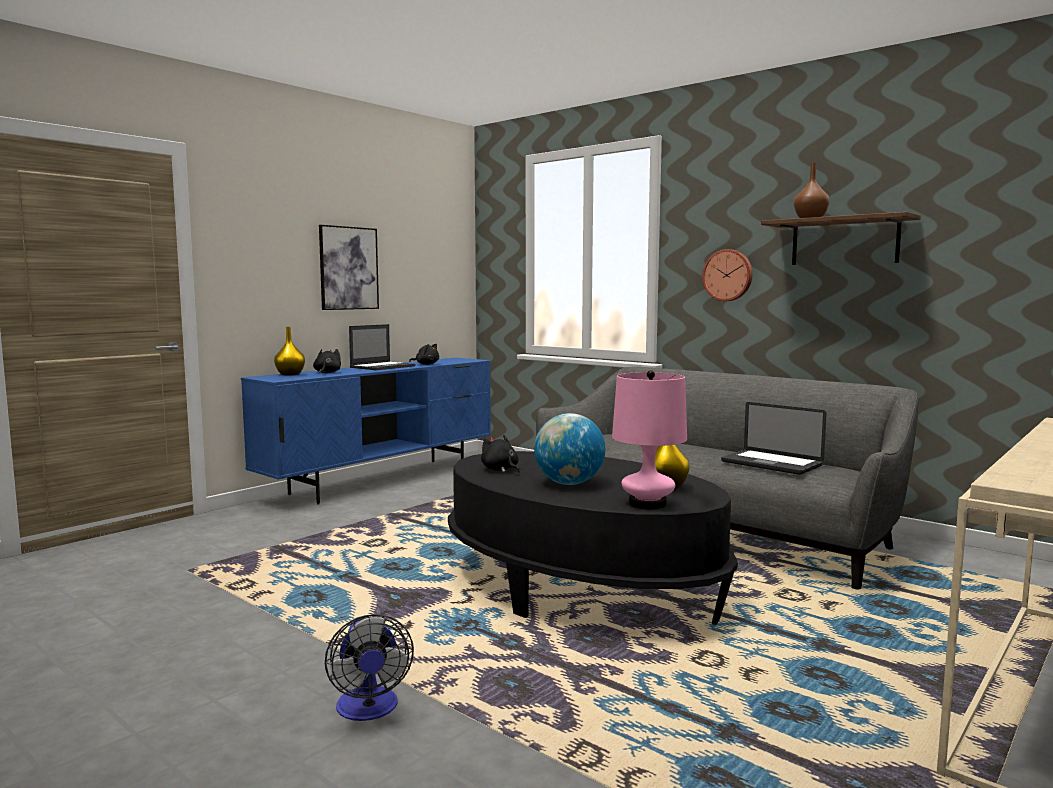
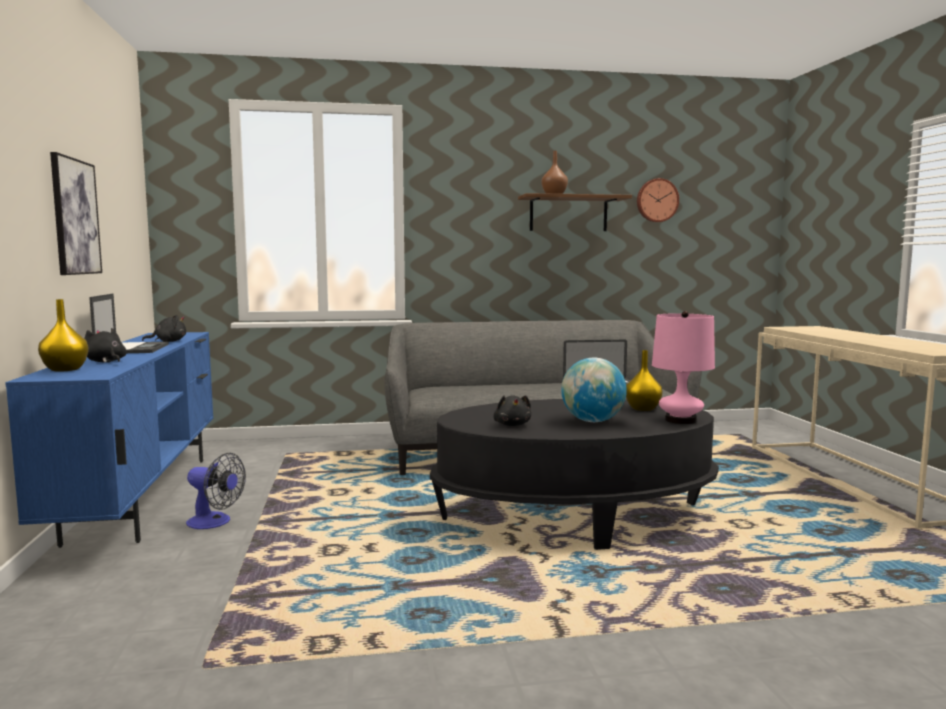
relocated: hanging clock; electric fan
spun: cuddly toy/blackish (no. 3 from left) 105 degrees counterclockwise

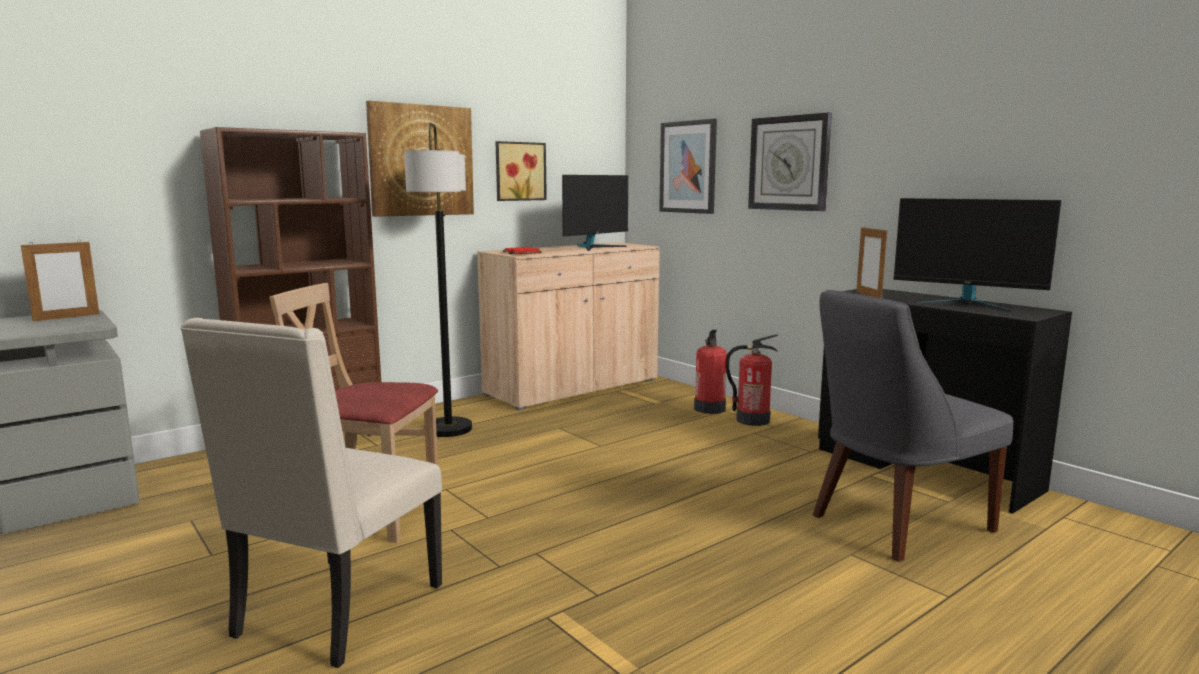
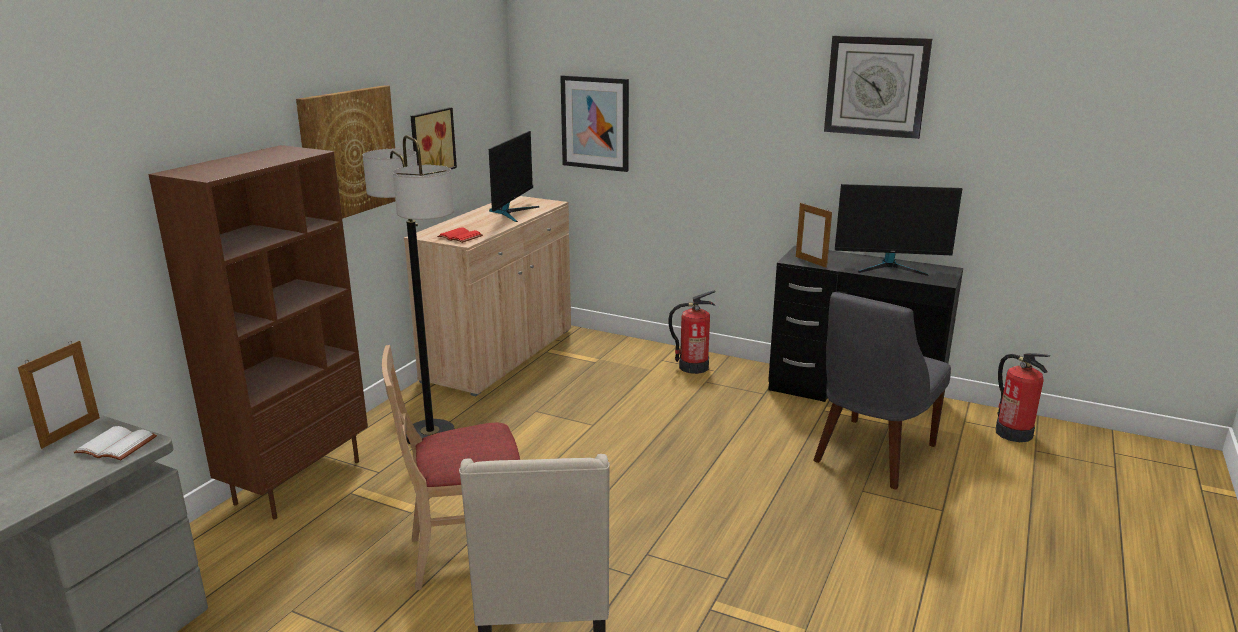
appeared: bound book/white
relocated: hanging clock; extinguisher (no. 1 from left in the first image) to extinguisher (no. 2 from left)

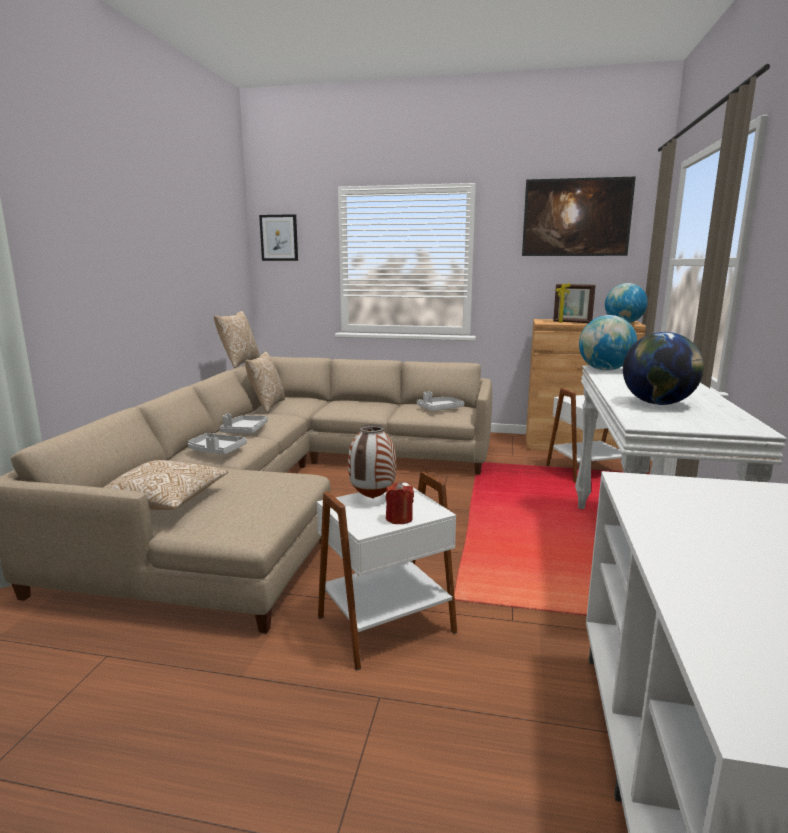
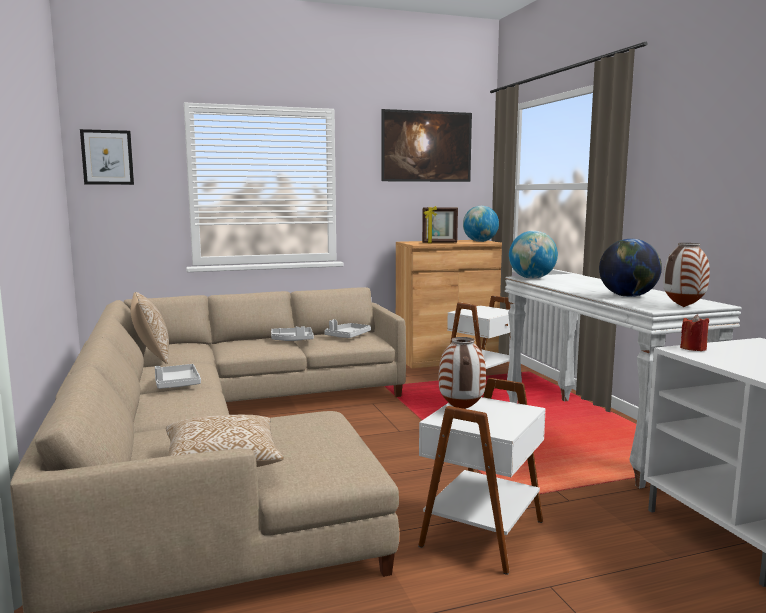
missing: throw pillow (no. 2 from left)
appeared: decorative vase (no. 2 from left)
relocated: carrying tray/gray (no. 1 from left in the first image) to carrying tray/gray (no. 2 from left); wax light/red-coloured

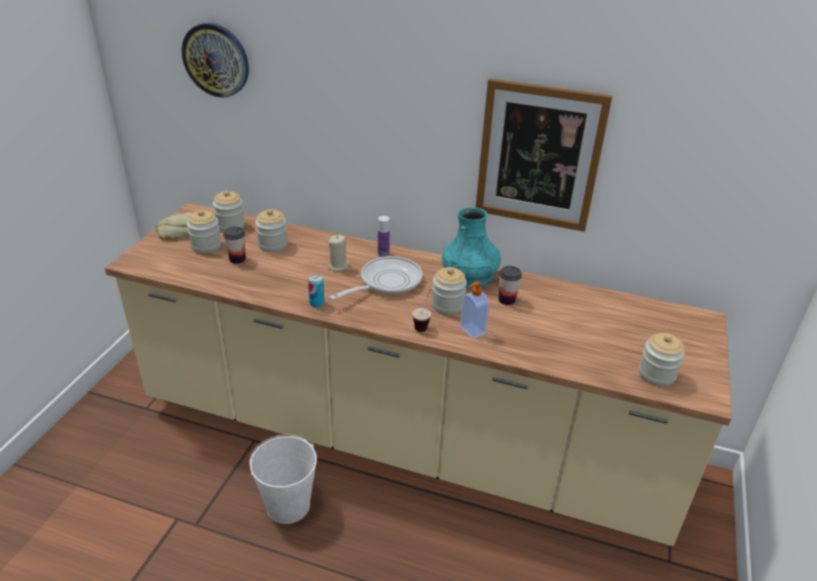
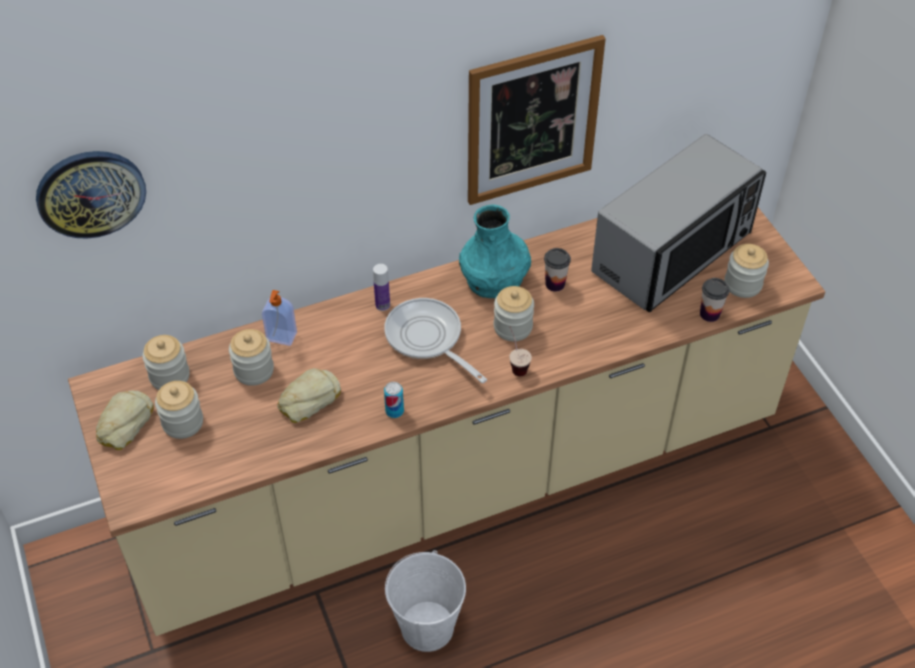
missing: wax light/beige
appeared: microwave; baked bread (no. 2 from left)
relocated: drinking cup (no. 1 from left in the first image) to drinking cup (no. 3 from left); soap bottle
spun: pan 45 degrees counterclockwise

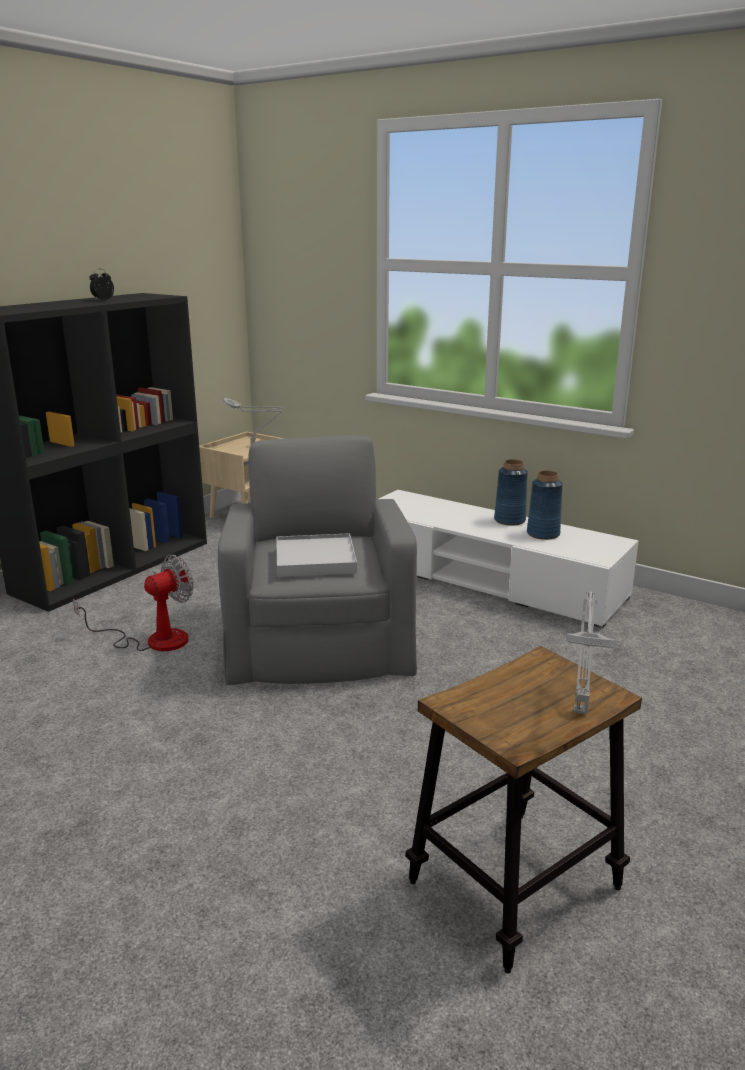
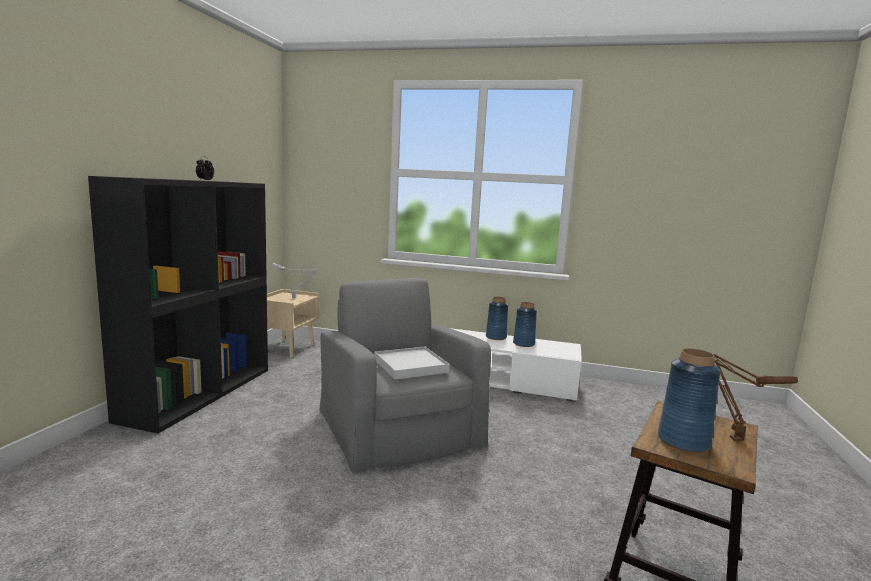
missing: electric fan
appeared: decorative vase/bluish (no. 3 from left)
colour: table lamp/gray (no. 2 from left) to table lamp/brown

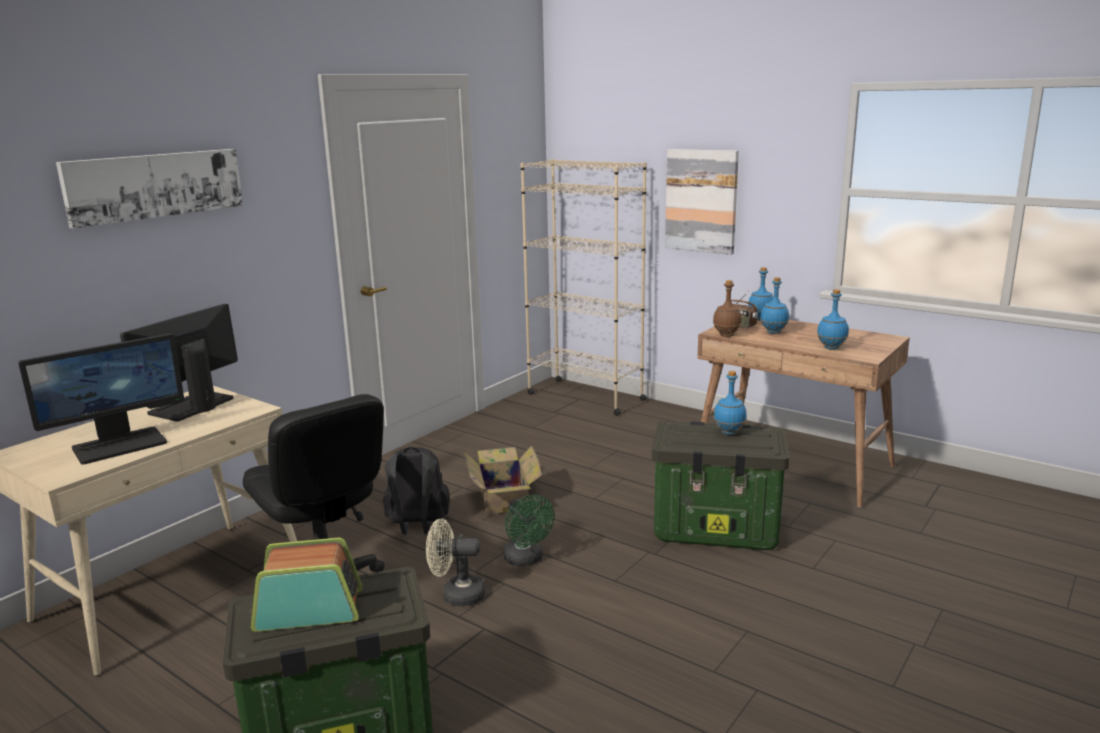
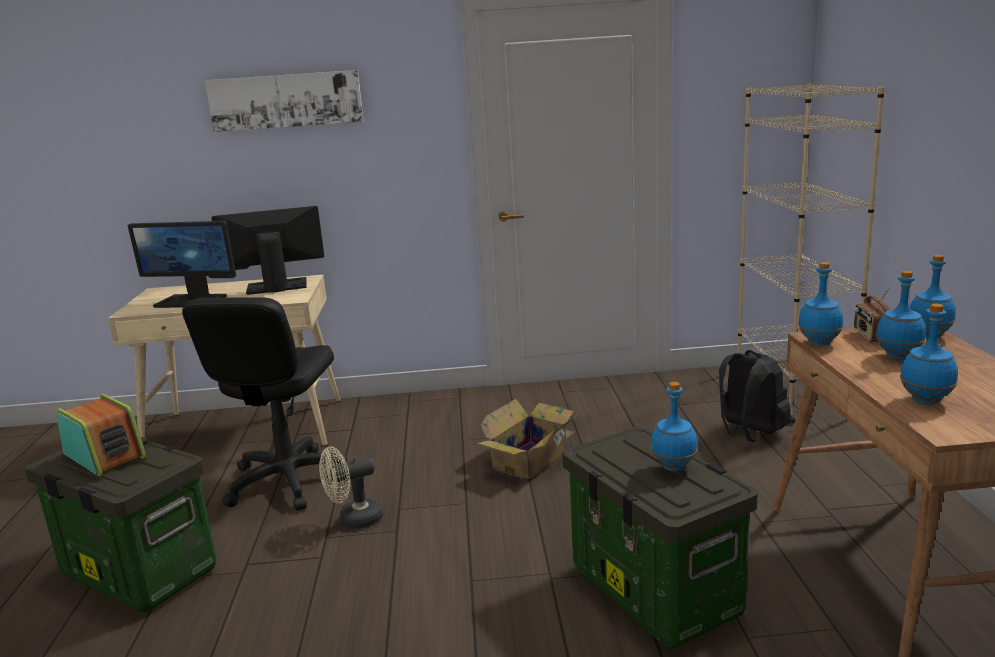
missing: wall art (no. 2 from left); electric fan/green
relocated: knapsack/blackish
colour: drink bottle/brown to drink bottle/bluish (no. 2 from left)
spun: electric fan/beige 75 degrees counterclockwise

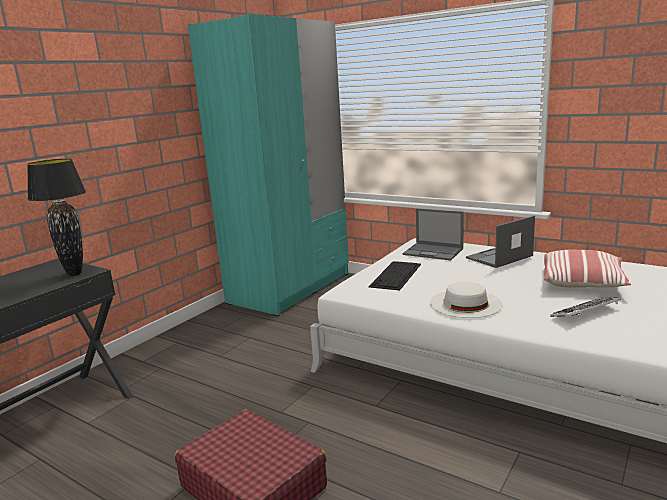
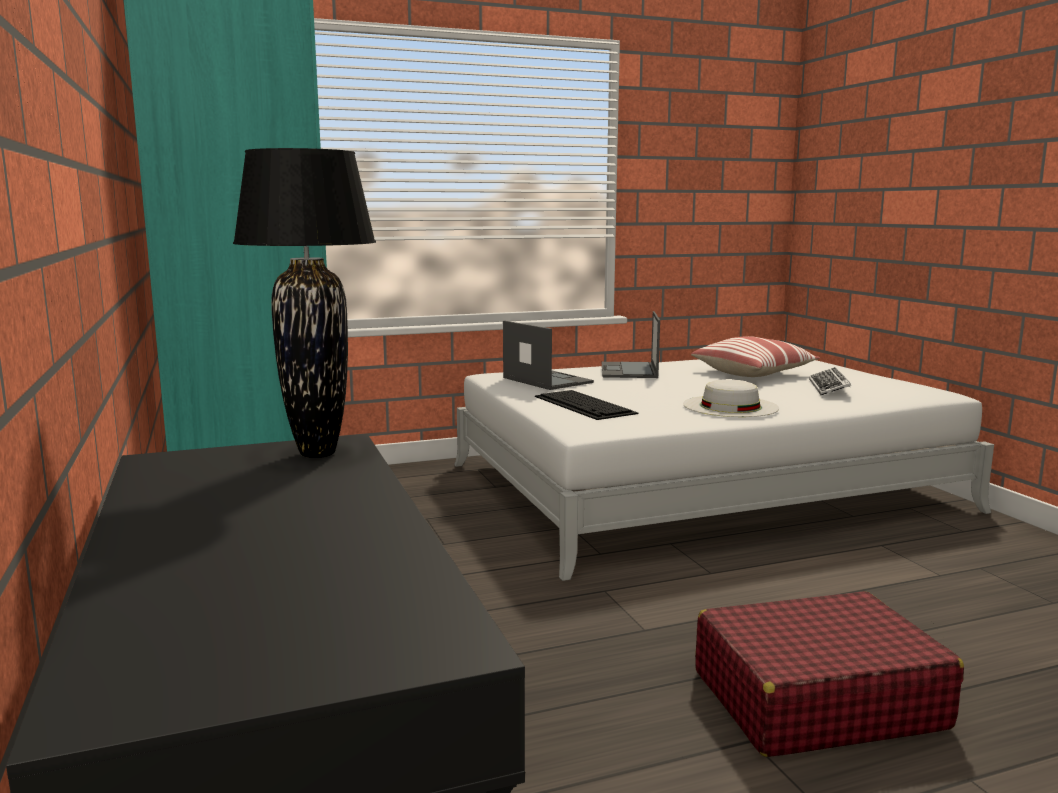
spun: portable computer (no. 1 from left) 105 degrees counterclockwise

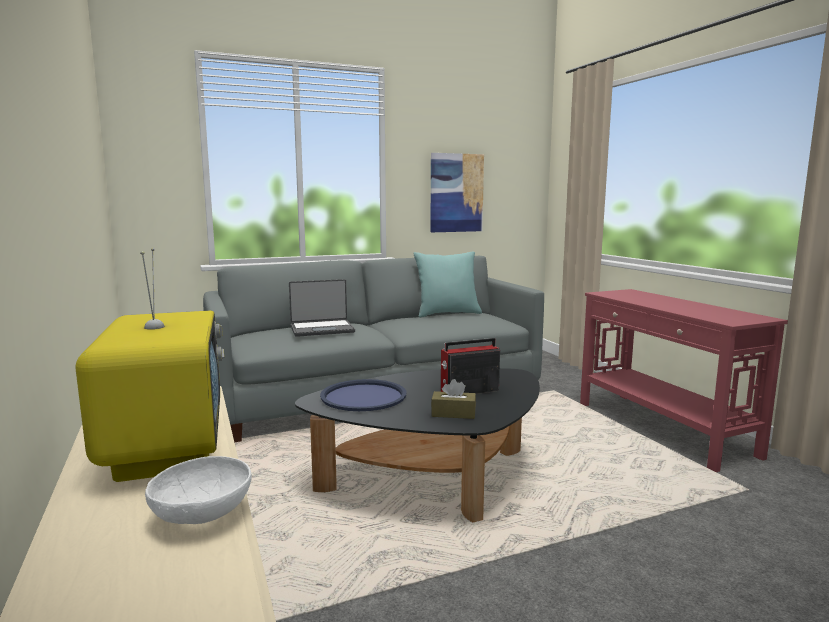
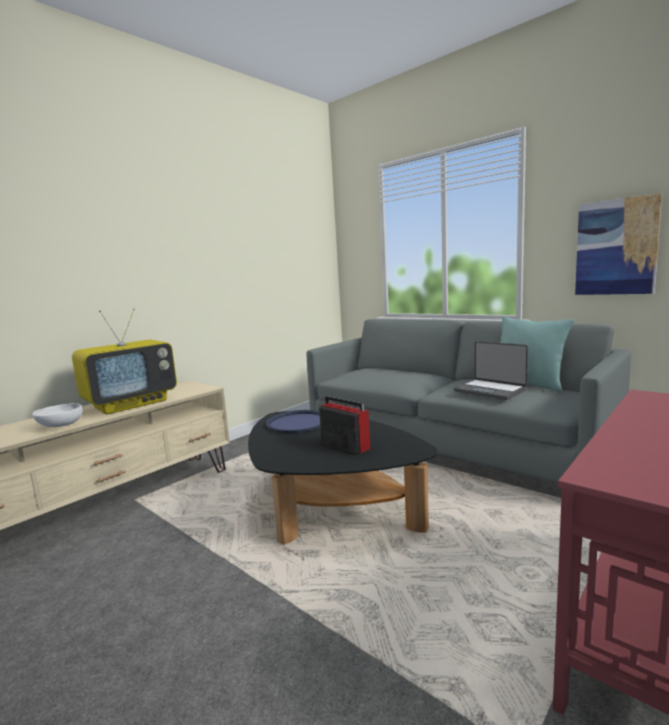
missing: tissue holder/brown
relocated: portable computer

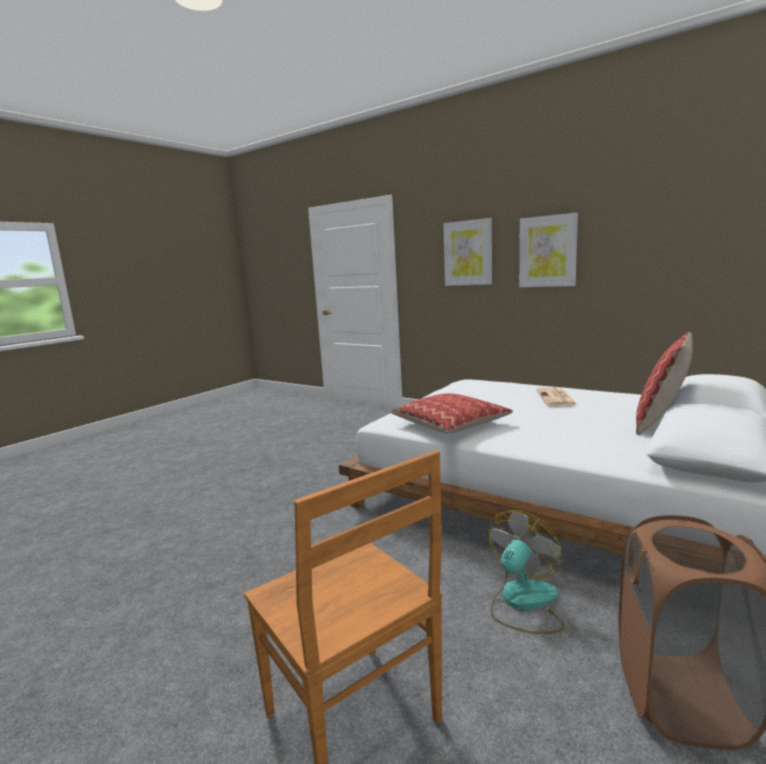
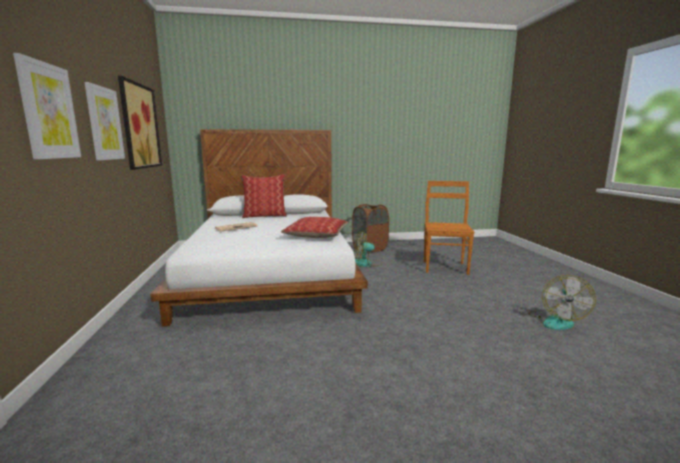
appeared: wall art (no. 3 from left); electric fan (no. 2 from left)

